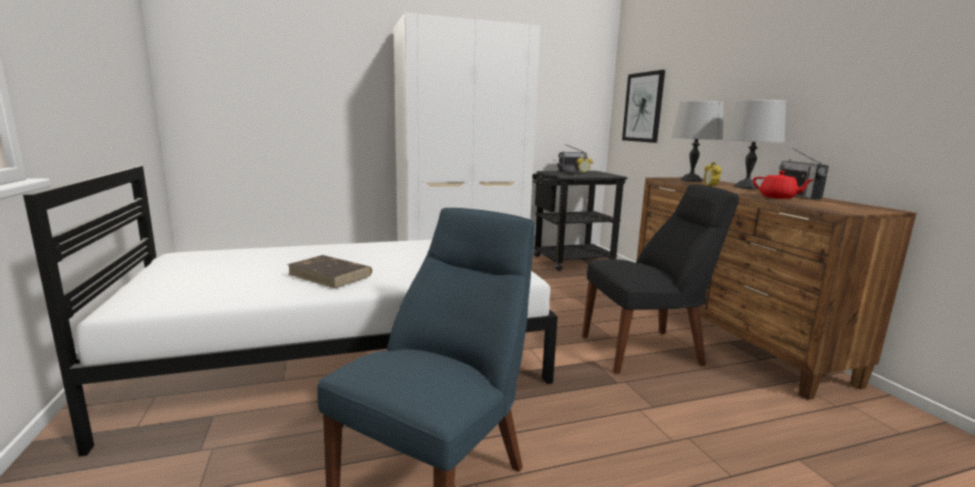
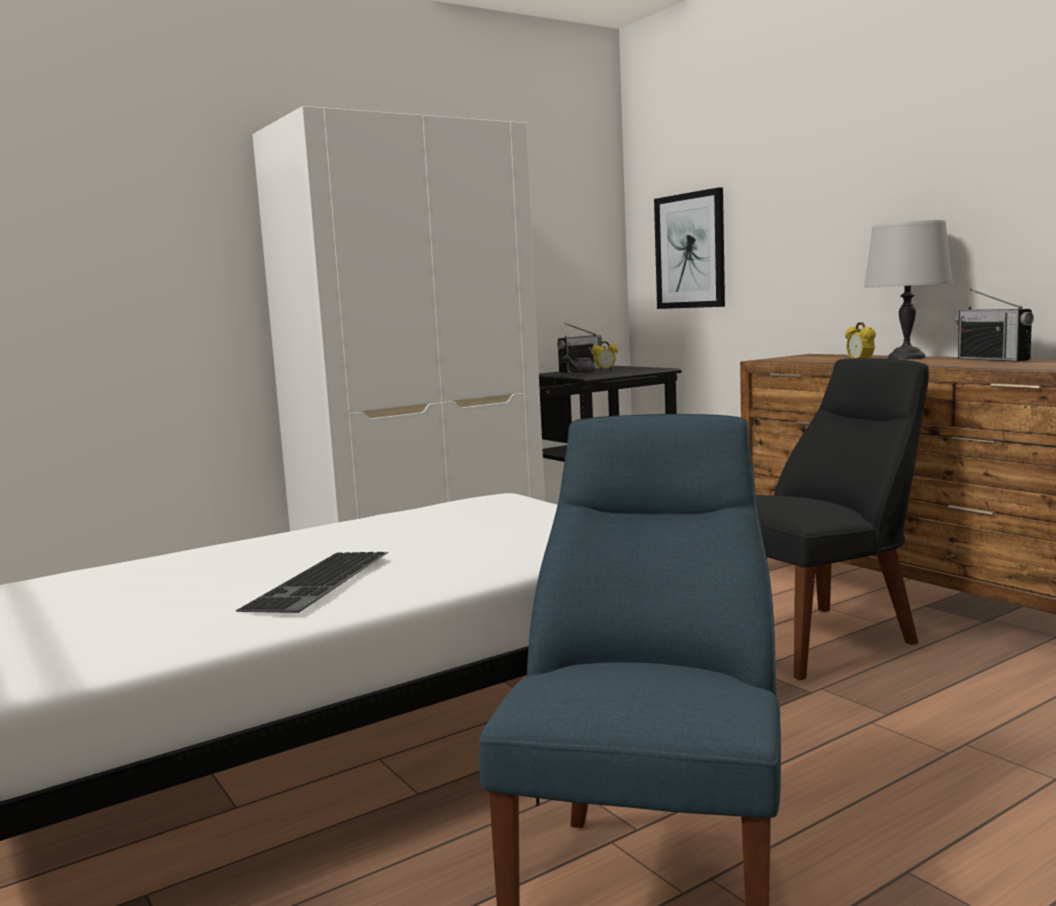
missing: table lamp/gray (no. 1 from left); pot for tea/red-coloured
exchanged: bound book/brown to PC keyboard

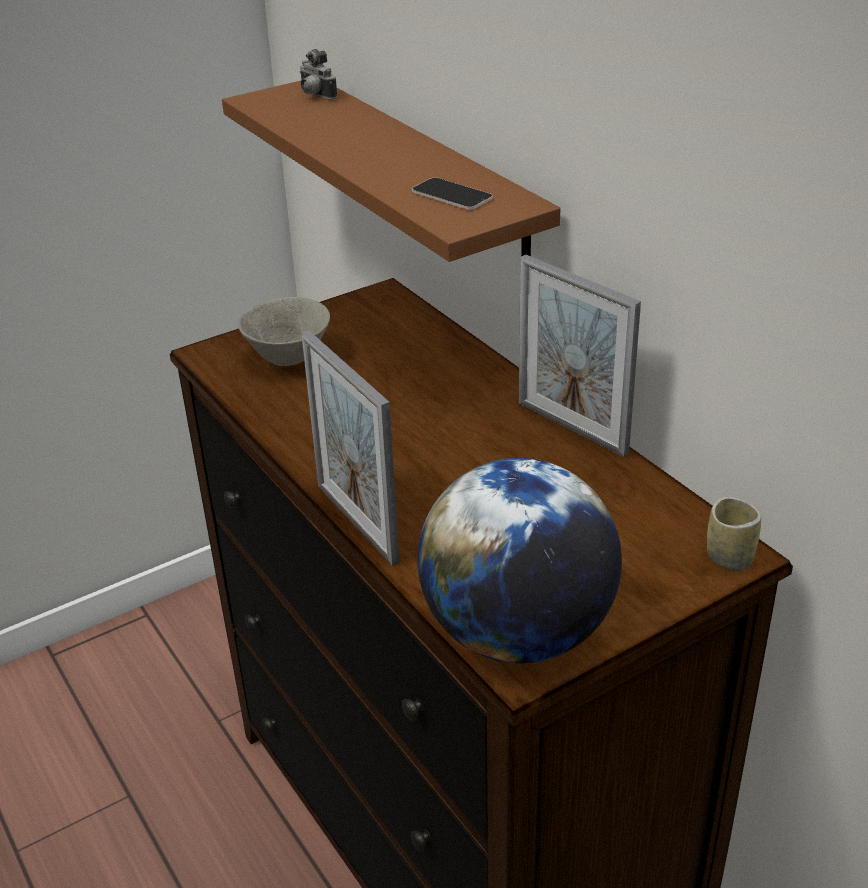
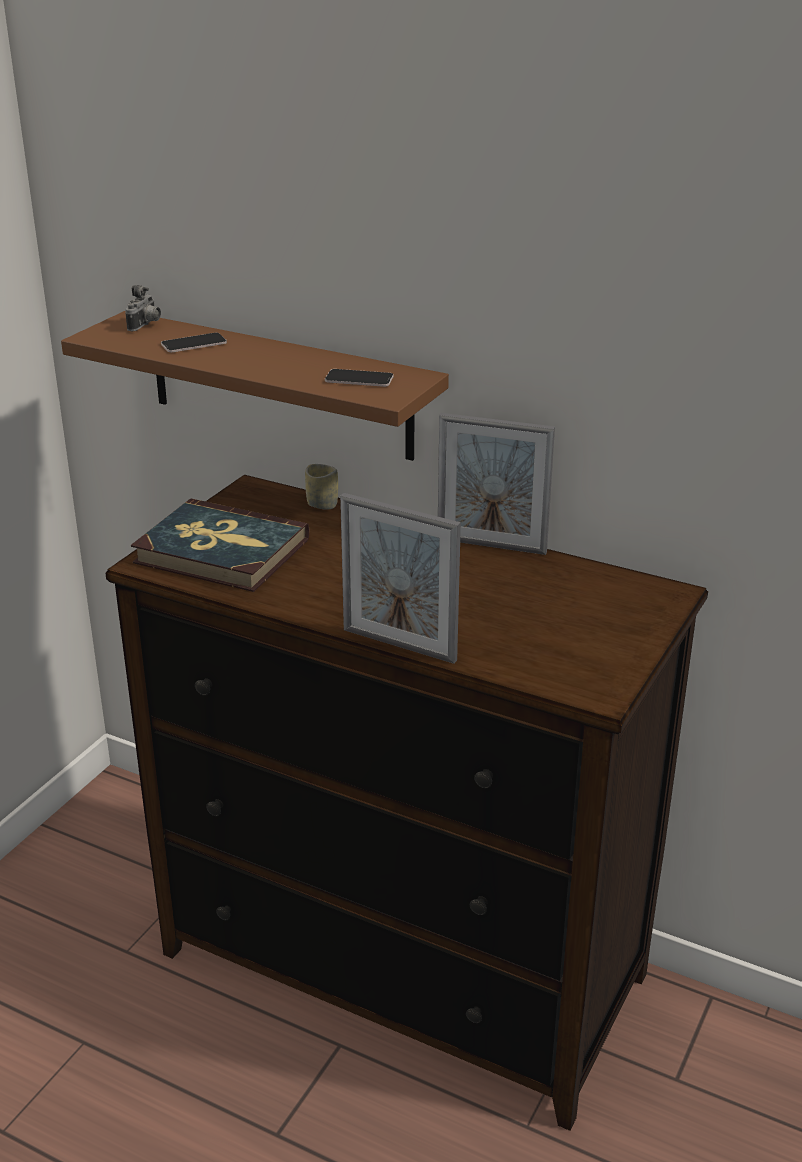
missing: desk globe
appeared: handset (no. 1 from left)
relocated: drinking cup
exchanged: serving bowl/gray to bound book
spun: photo camera 90 degrees counterclockwise

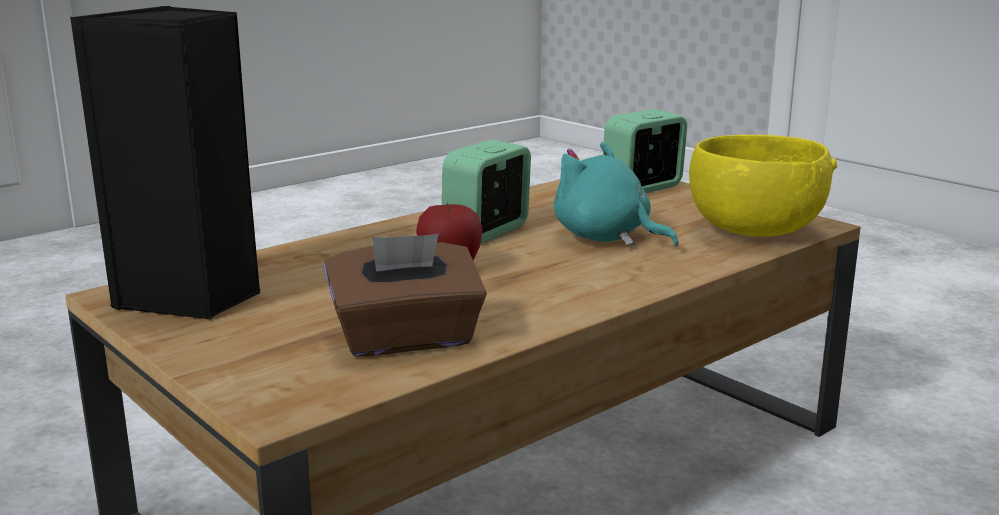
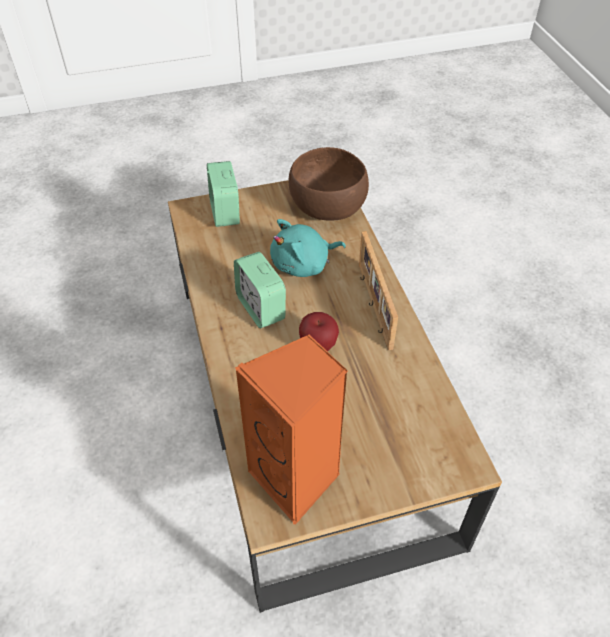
missing: tissue holder/brown
appeared: photo frame
colour: speaker/blackish to speaker/orangey; serving bowl/yellow-coloured to serving bowl/brown

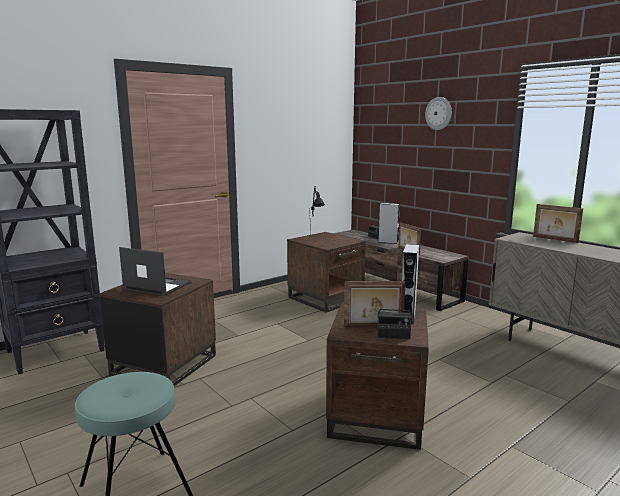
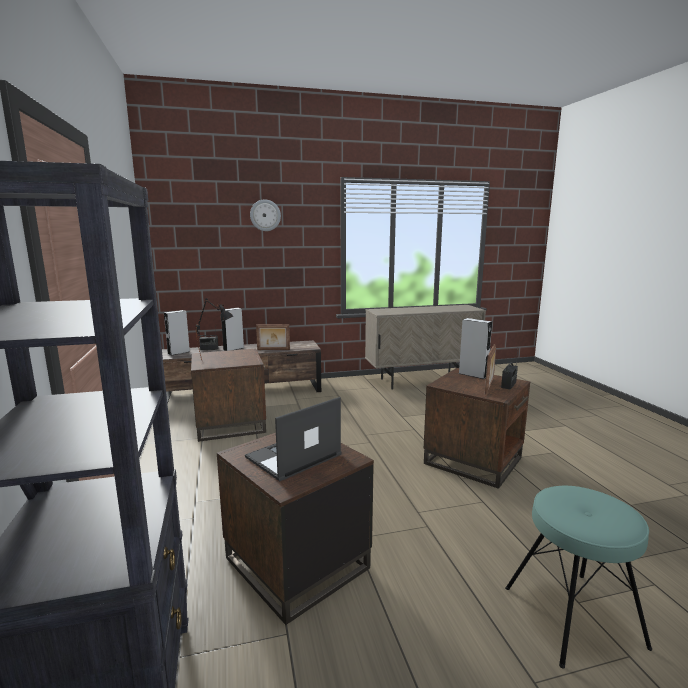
missing: photo frame (no. 3 from left)
appeared: speaker/gray (no. 1 from left)

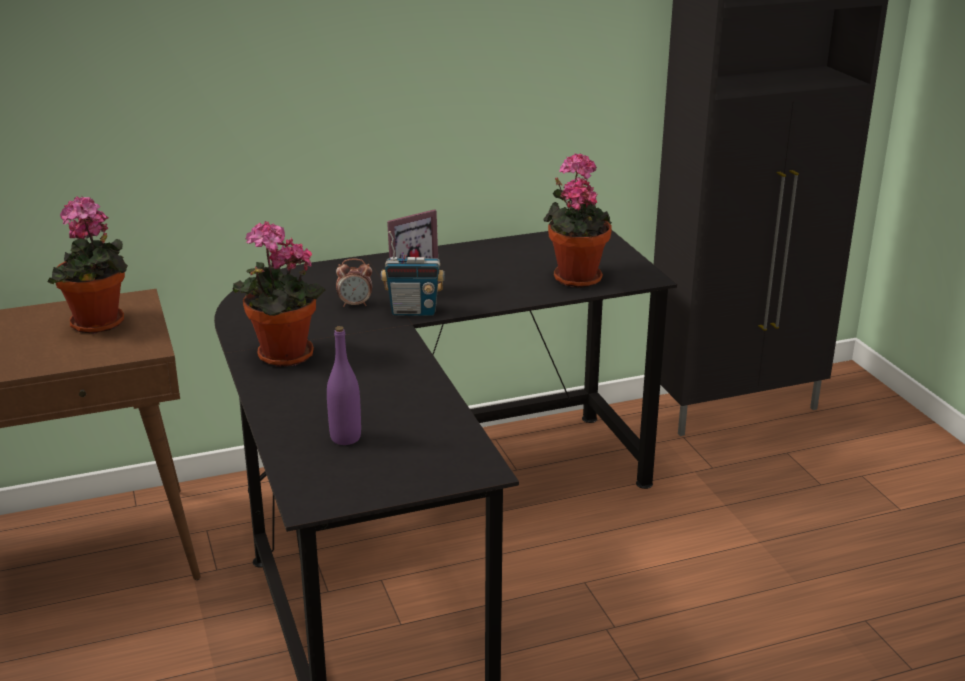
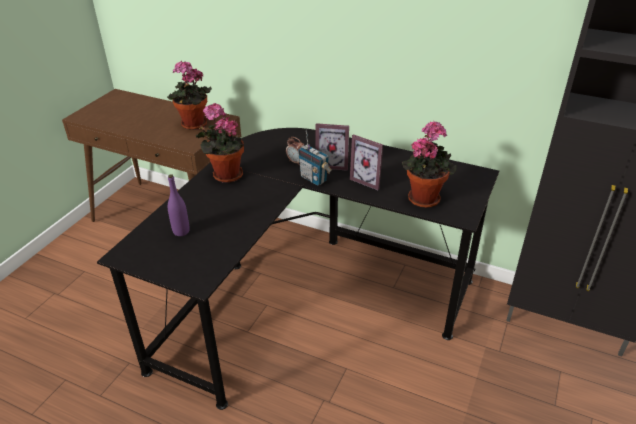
appeared: photo frame (no. 2 from left)

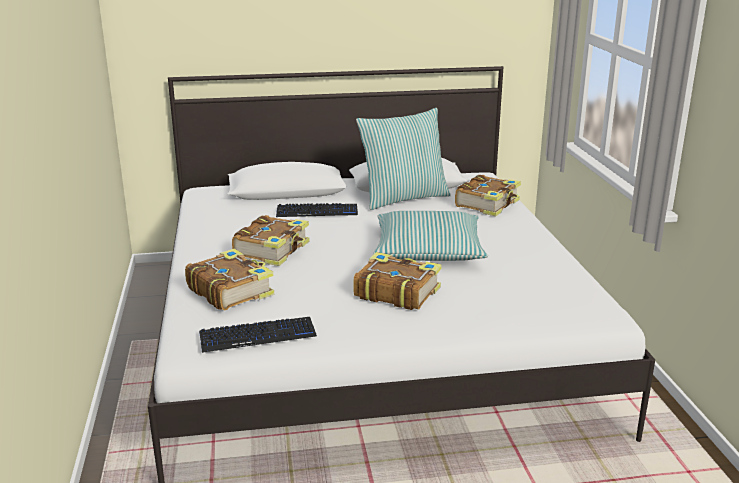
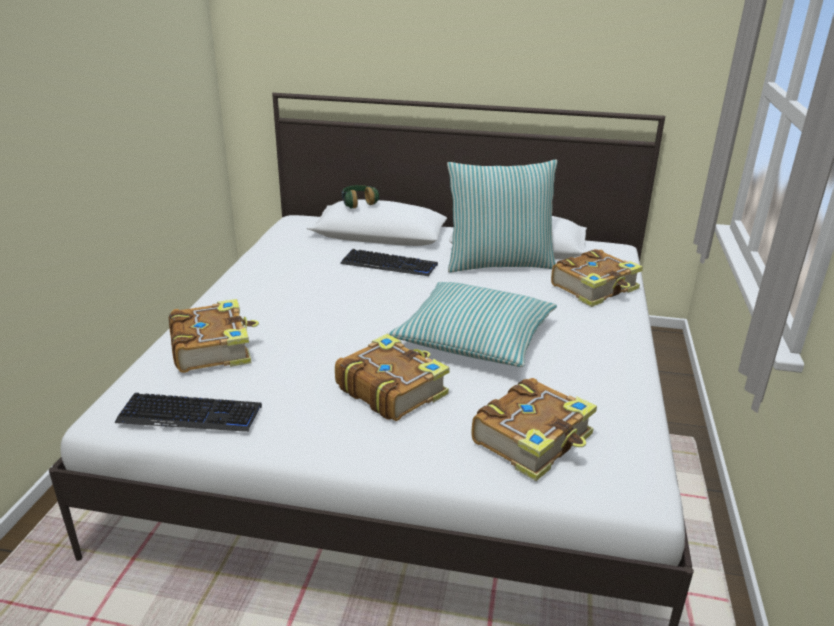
appeared: headphones
relocated: bound book (no. 2 from left in the first image) to bound book (no. 3 from left)

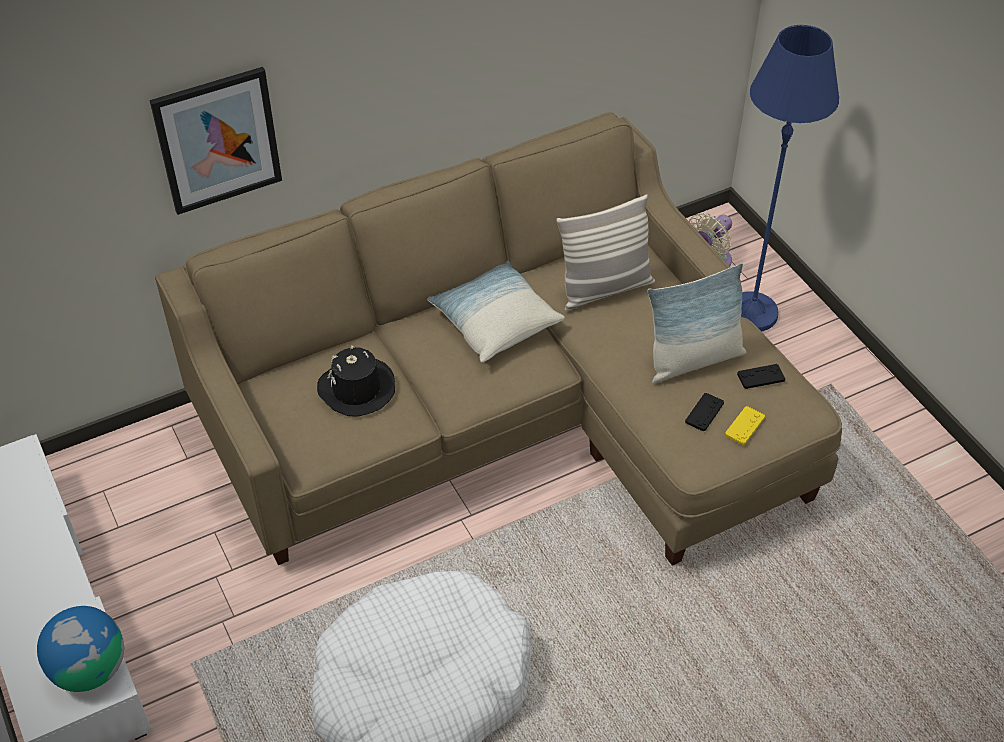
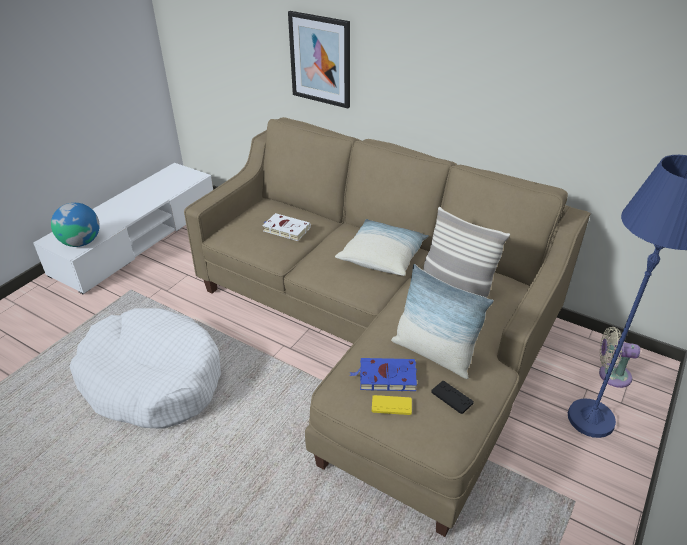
exchanged: wearable hat/blackish to bound book/white; joypad/blackish (no. 1 from left) to bound book/bluish

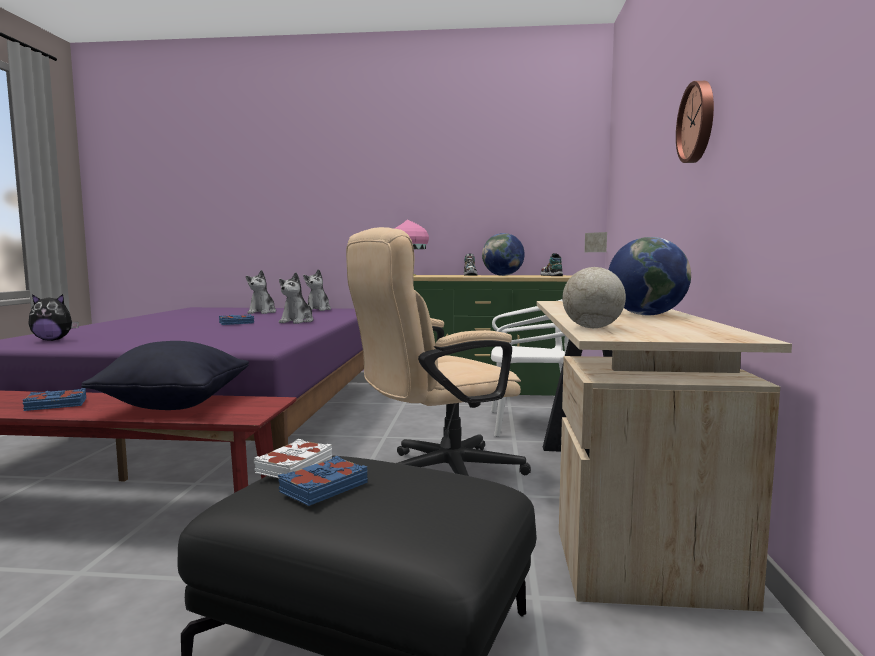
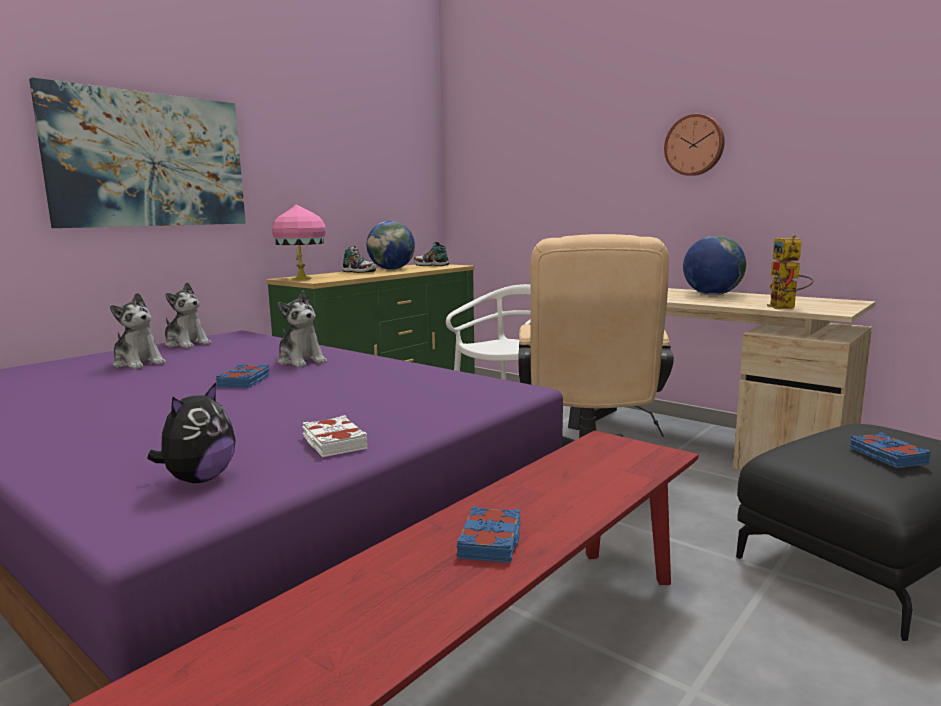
missing: throw pillow/blackish
appeared: wall art
relocated: bound book/white
exchanged: desk globe (no. 2 from left) to toy robot

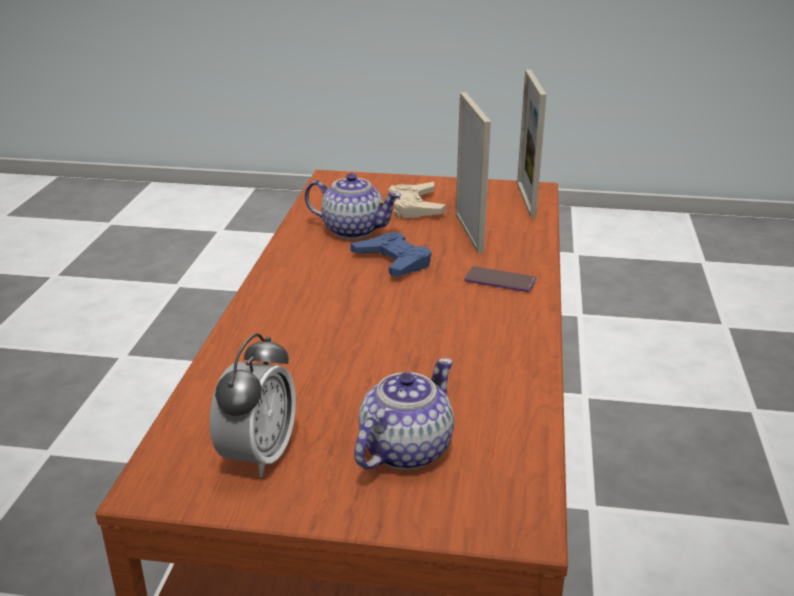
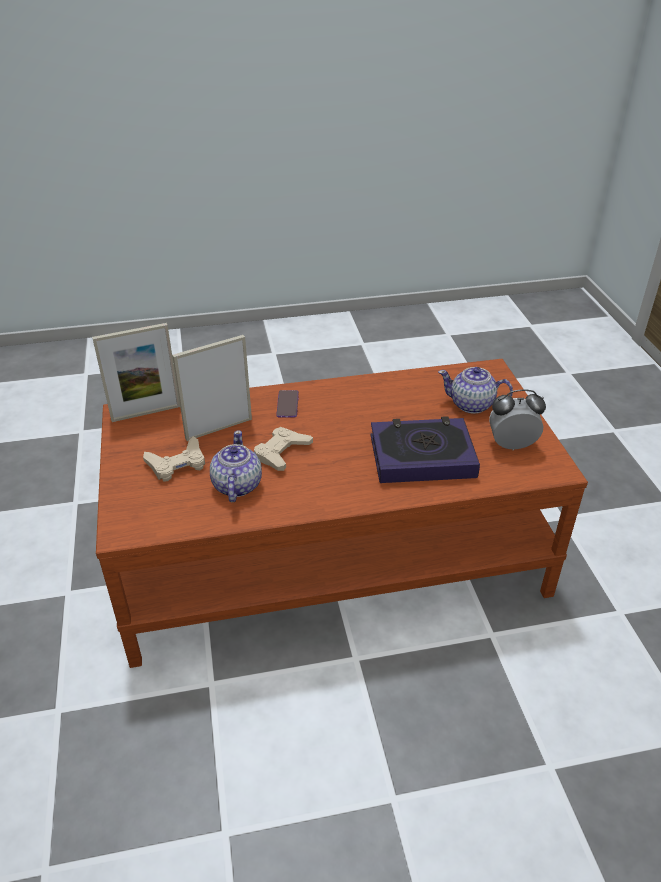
appeared: bound book
colour: joypad/bluish to joypad/beige (no. 2 from left)

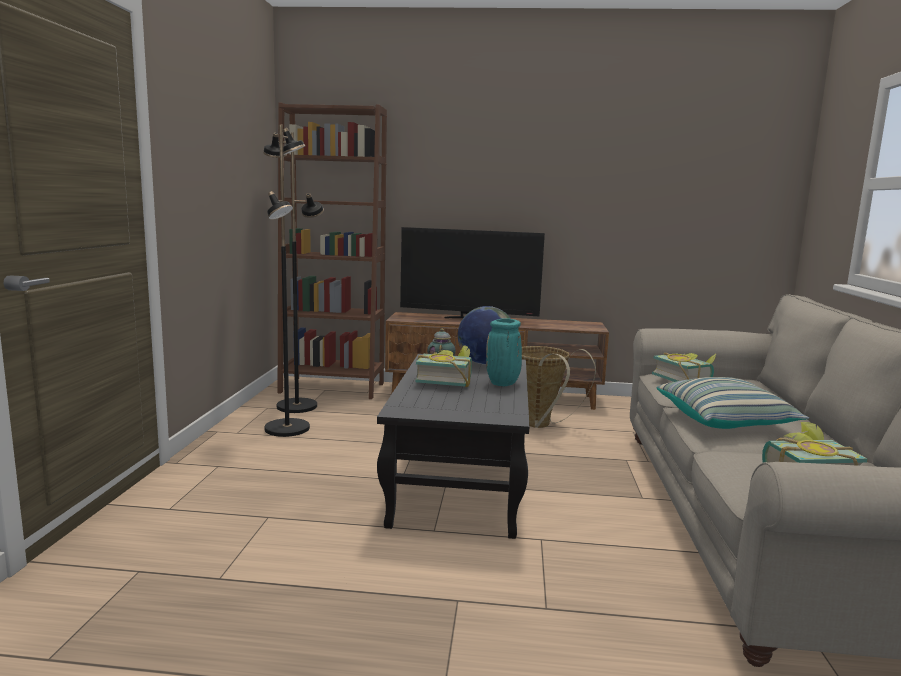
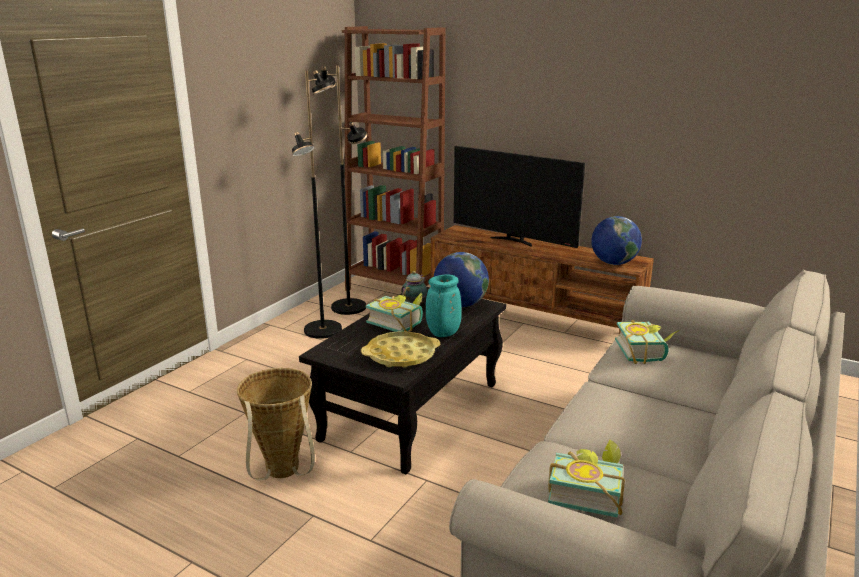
missing: throw pillow
appeared: desk globe (no. 2 from left); carrying tray/yellow-coloured
relocated: household basket

